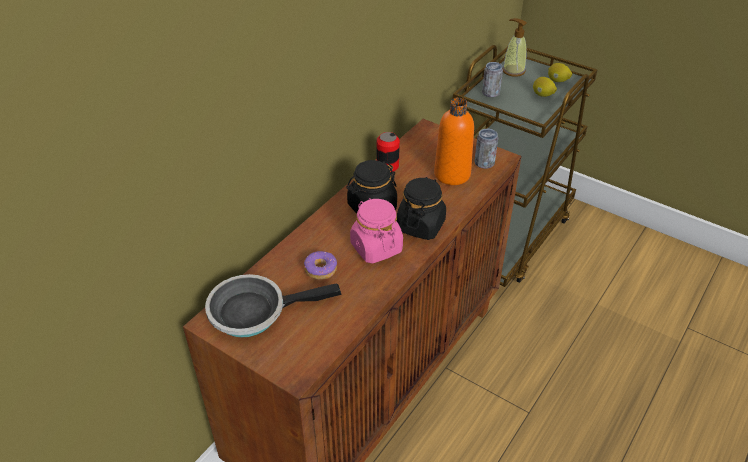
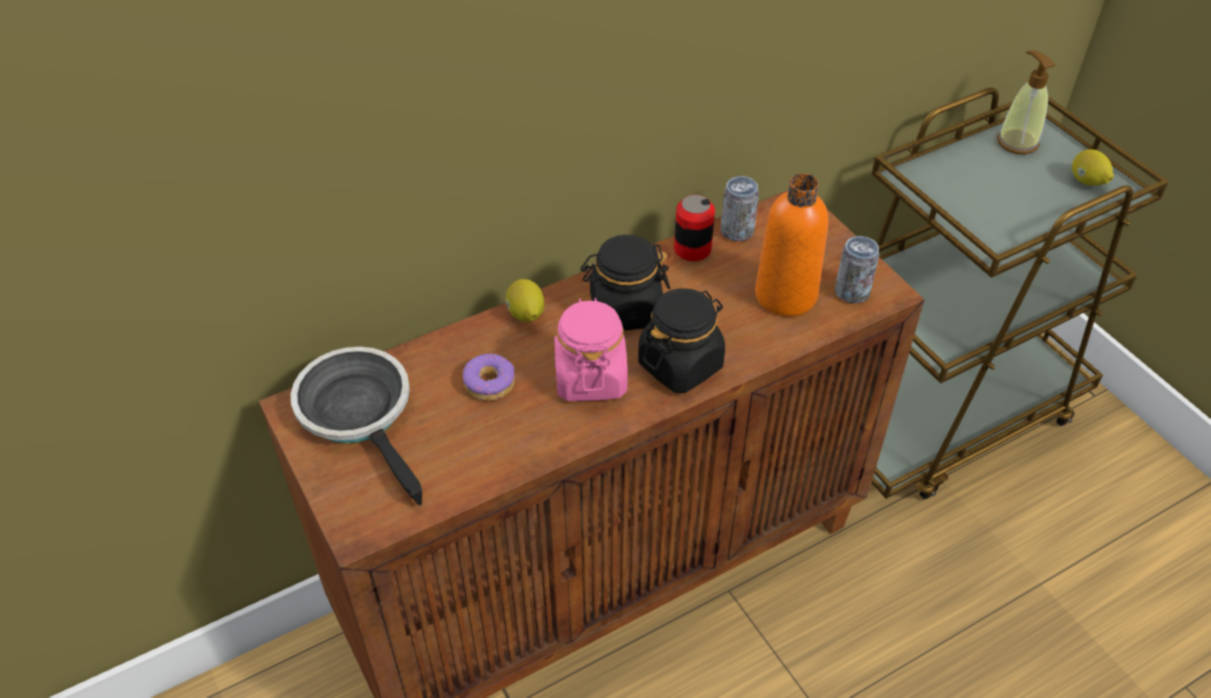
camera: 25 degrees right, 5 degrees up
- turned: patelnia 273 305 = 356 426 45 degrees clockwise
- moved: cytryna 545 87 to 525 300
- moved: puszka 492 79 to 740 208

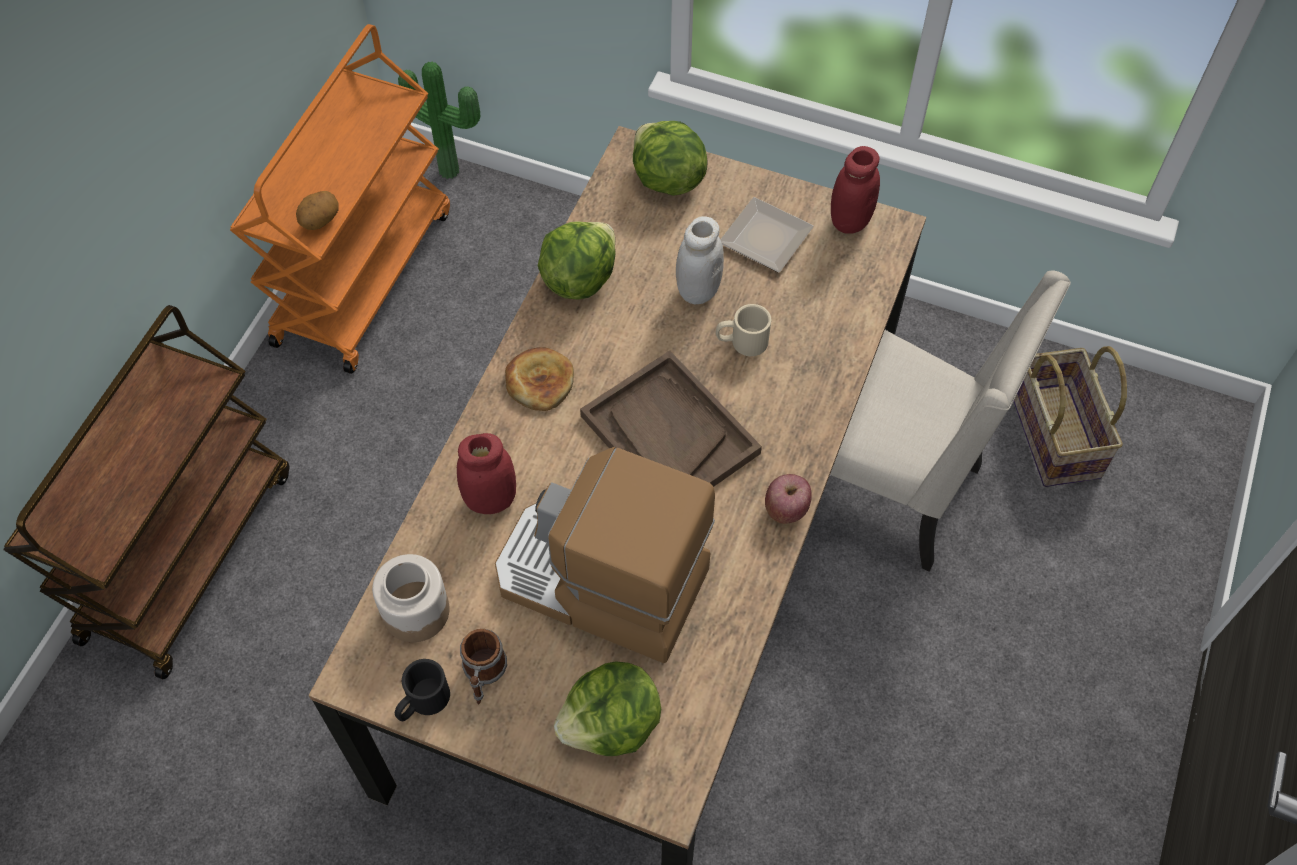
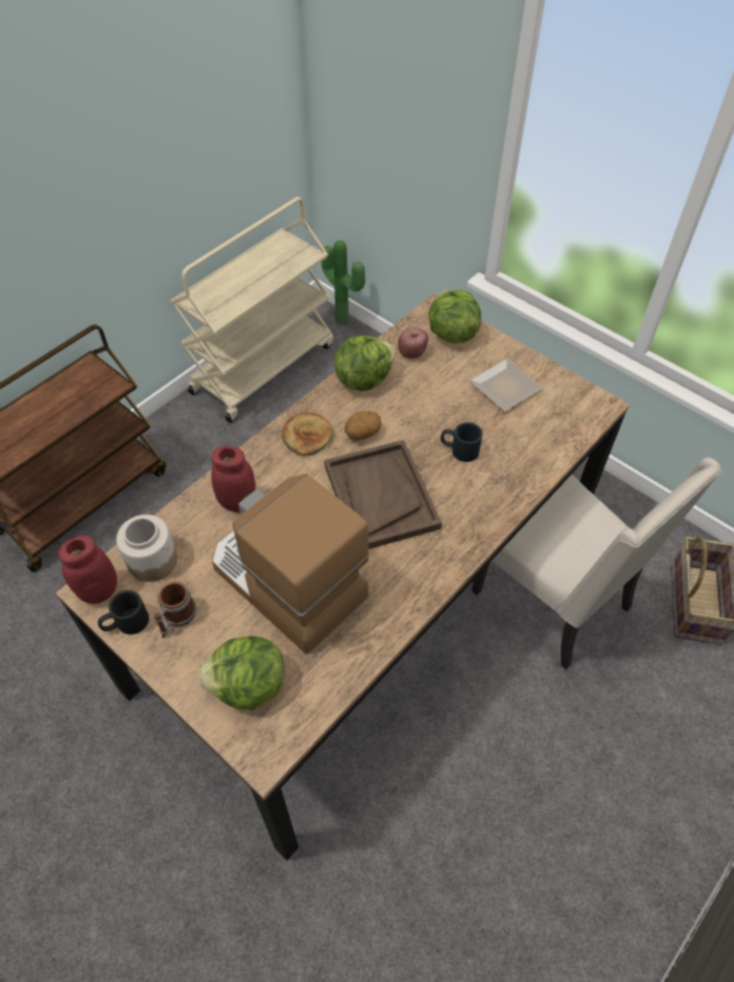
camera: 20 degrees right, 5 degrees down
- moved: słoik [czerwony] 855 190 to 87 569
- recoloured: wózek [pomarańczowy] 340 199 to wózek [beżowy] 251 310
- moved: ziemniak 317 210 to 363 426
- moved: jabłko 788 499 to 413 343
- recoloured: kubek [beżowy] 743 330 to kubek [czarny] 462 442
- removed: słoik [biały] 700 260

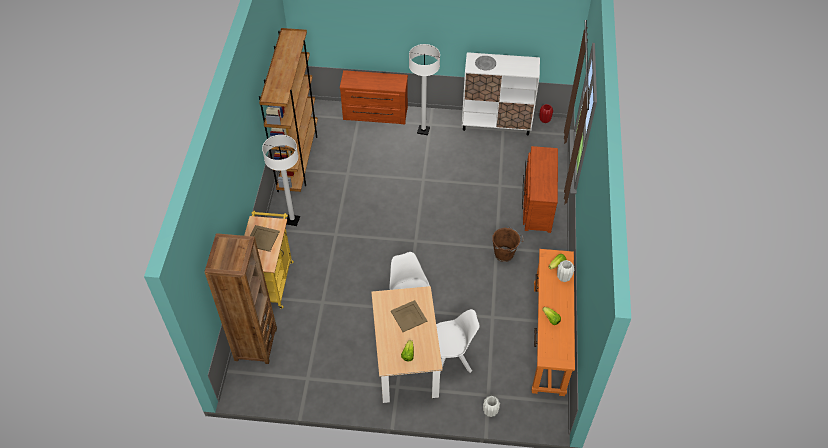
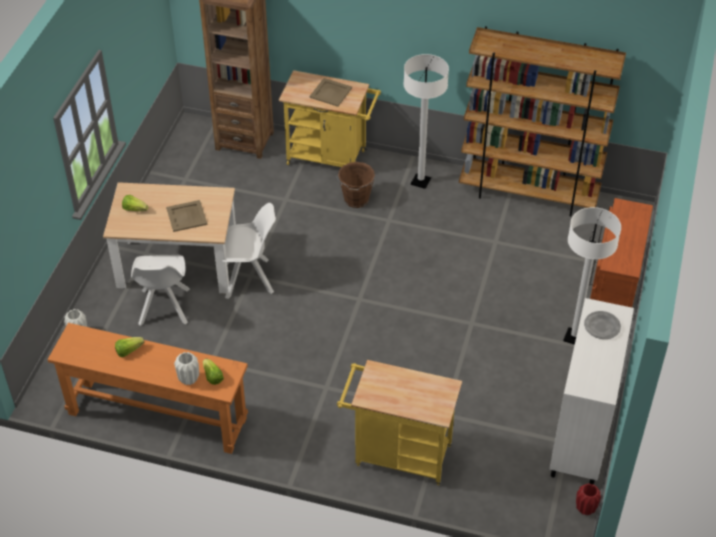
camera: 100 degrees right, 5 degrees down
- moved: wiadro [brązowy] 508 244 to 355 185
- replaced: komoda [brązowy] 540 189 to wózek [żółty] 399 422

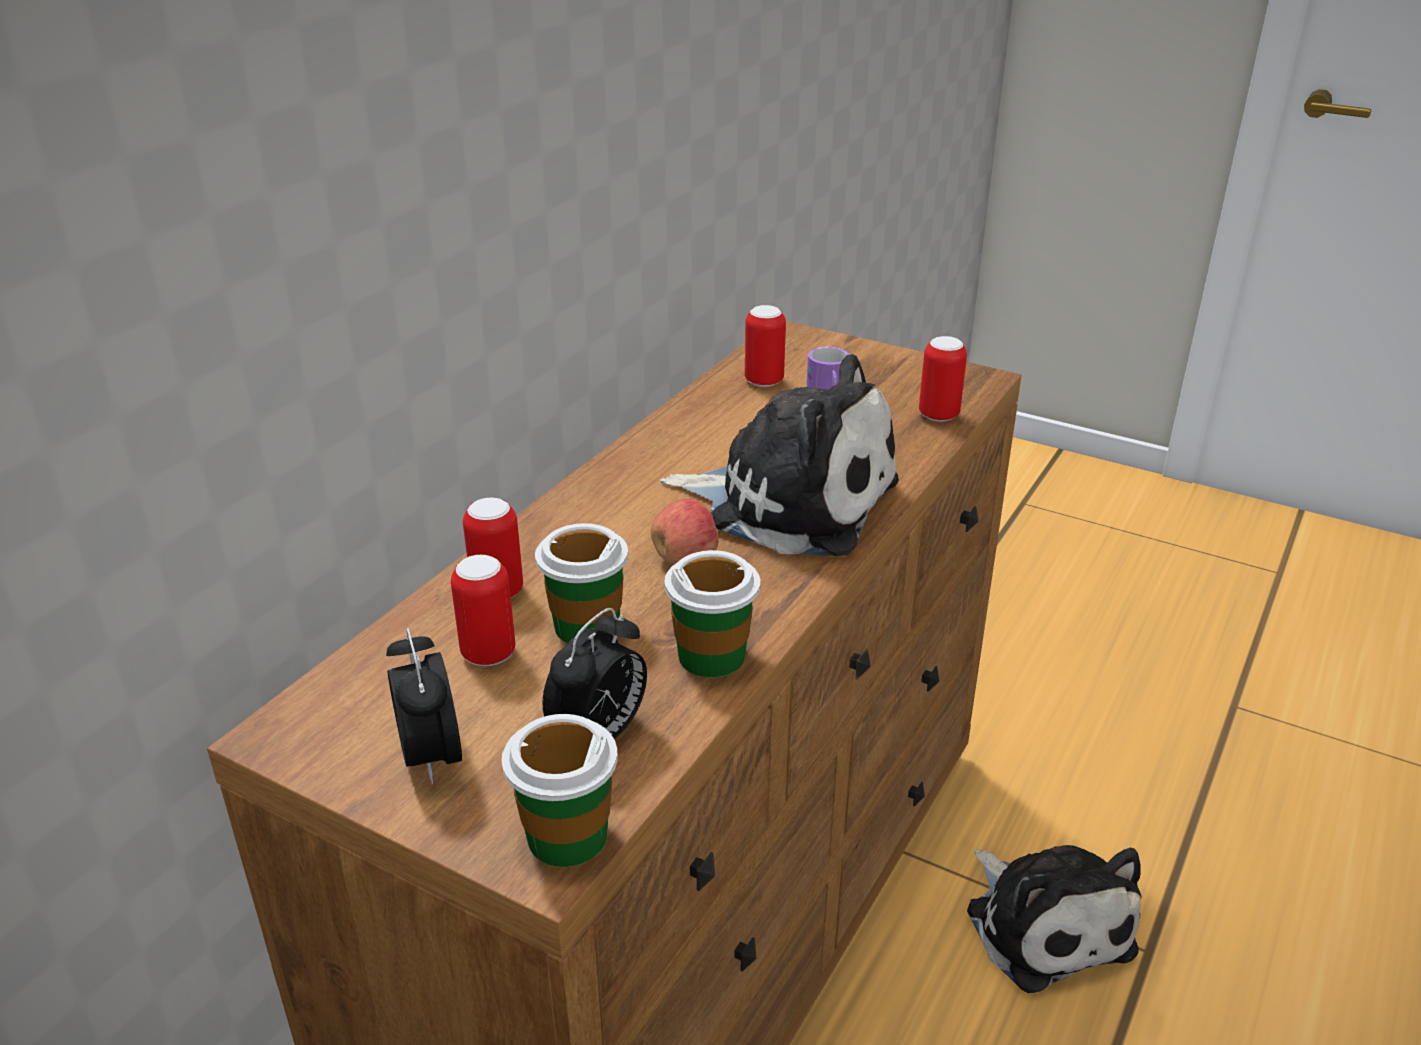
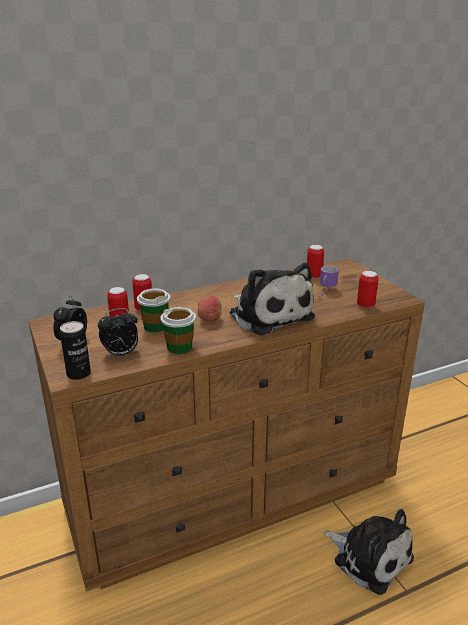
camera: 35 degrees right, 5 degrees down
- replaced: filiżanka 559 790 to puszka 75 350
- turned: pluszak 1054 919 = 368 552 60 degrees counterclockwise

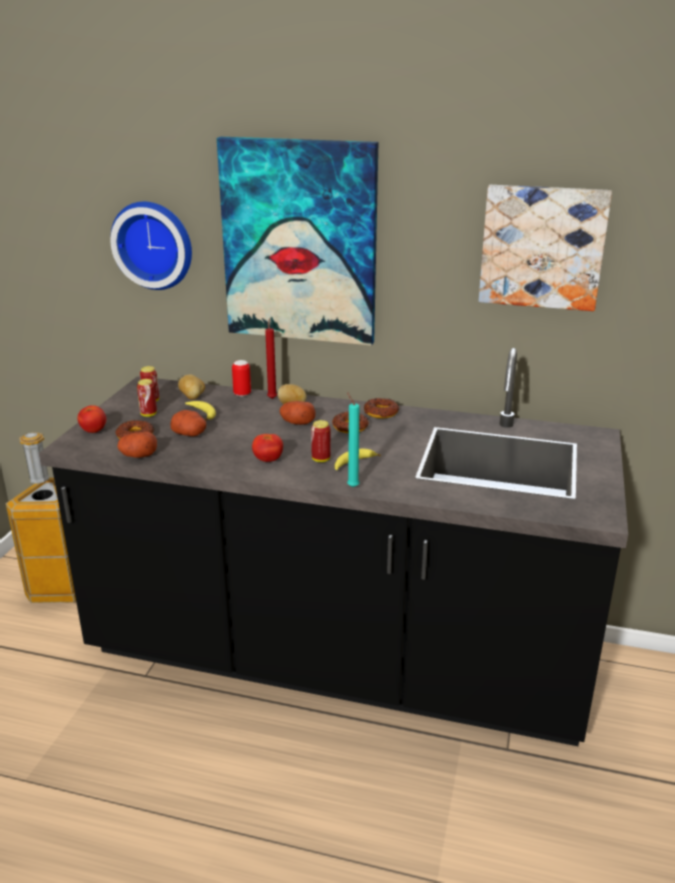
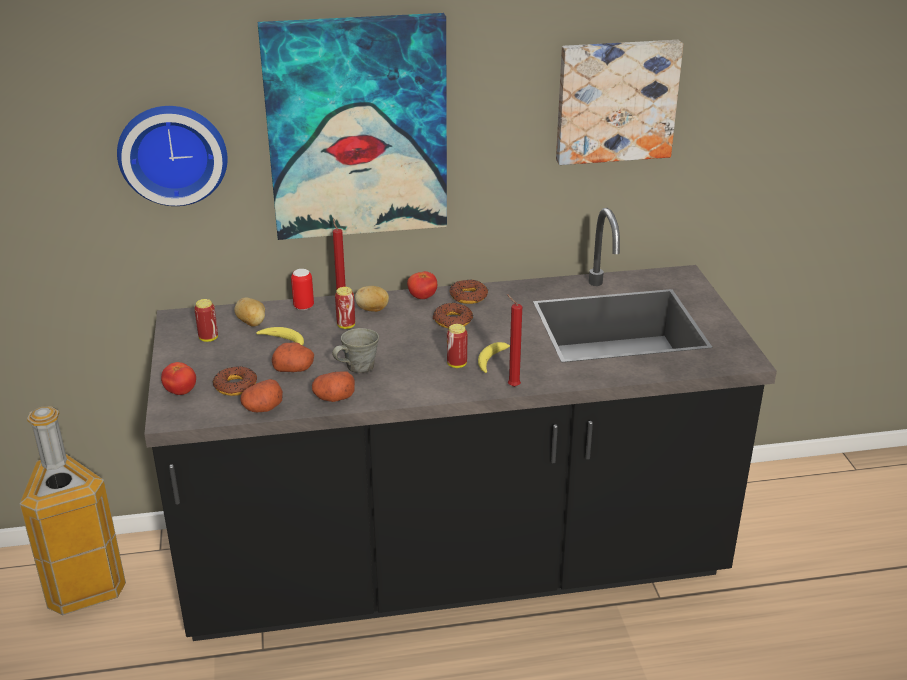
camera: 25 degrees left, 5 degrees up
- moved: ziemniak 297 413 to 333 386
- added: kubek [szary] 355 350
- moved: puszka 147 398 to 345 308
- moved: pomidor 267 448 to 422 285
- recoloured: świeca [turkusowy] 353 439 to świeca [czerwony] 514 340

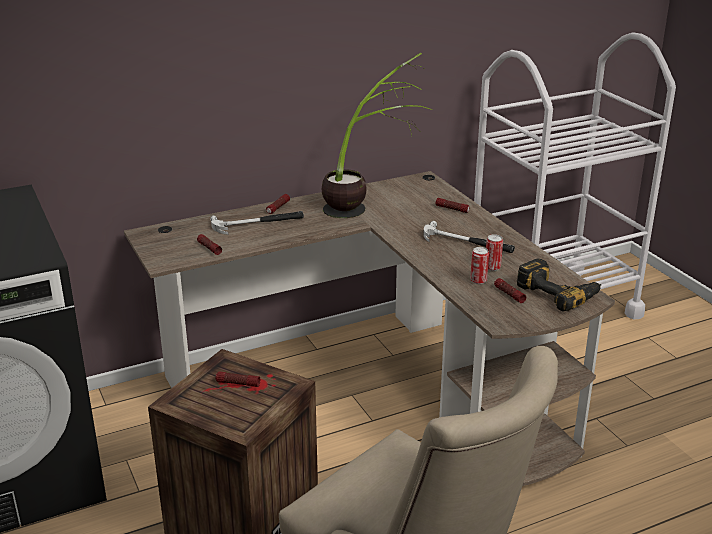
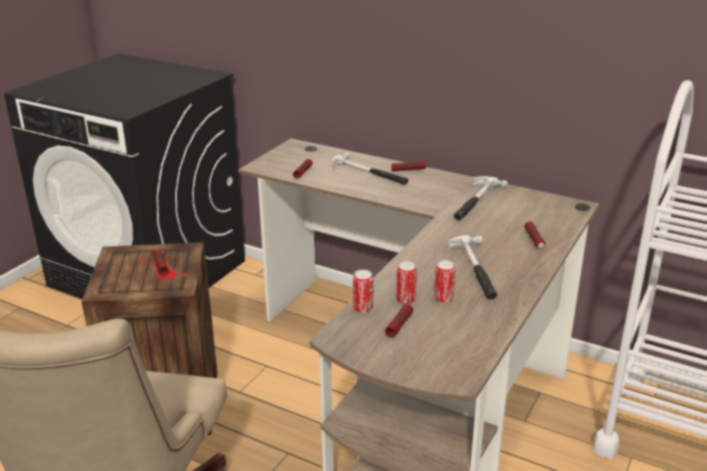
camera: 55 degrees right, 0 degrees up
- added: puszka 363 291
- replaced: roślina doniczkowa 377 135 to młotek 481 198
- removed: wiertarka 558 285

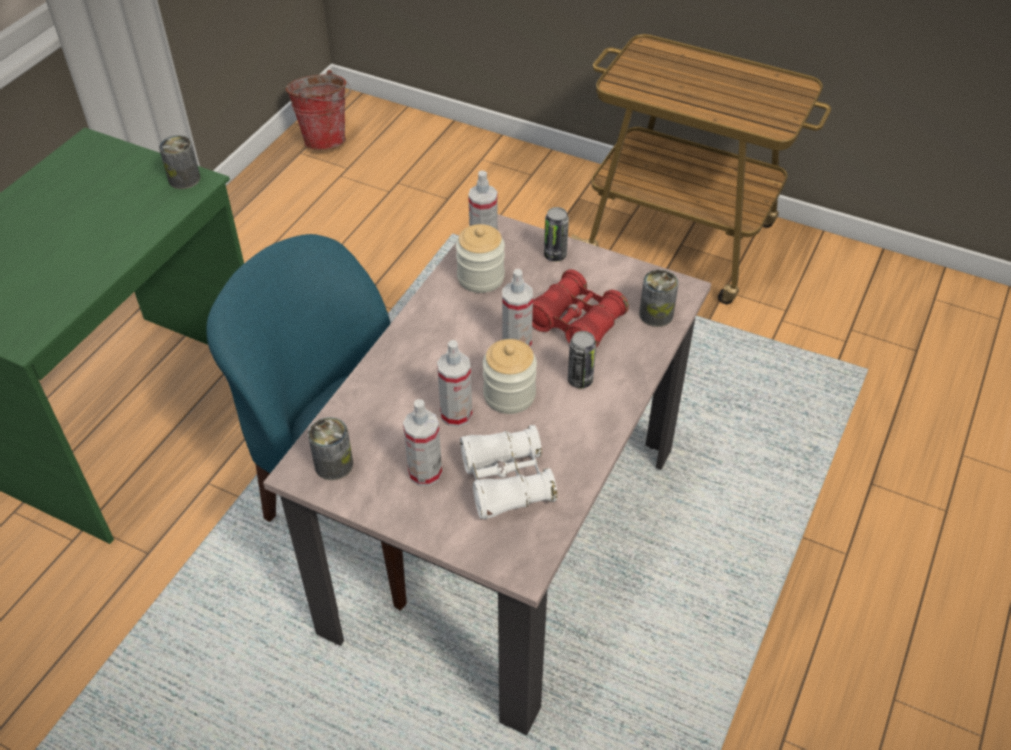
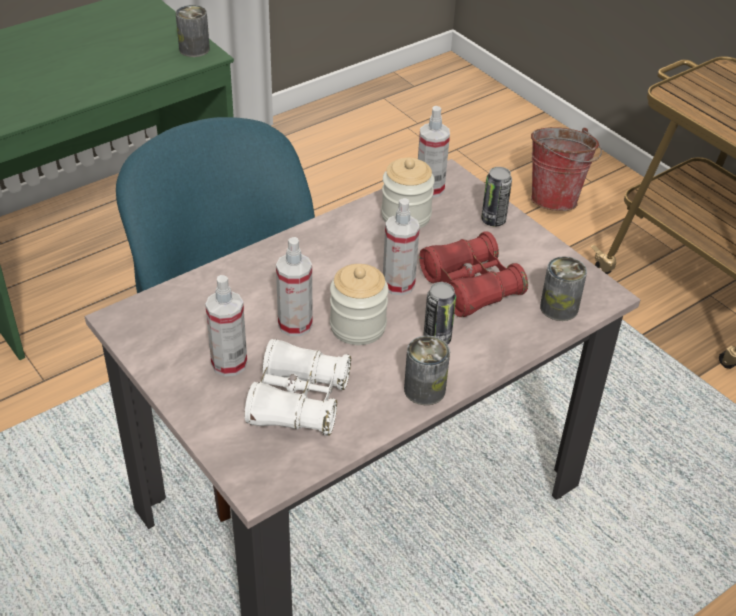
camera: 25 degrees right, 5 degrees down
- moved: puszka 330 448 to 427 370
- moved: wiadro 318 110 to 566 169

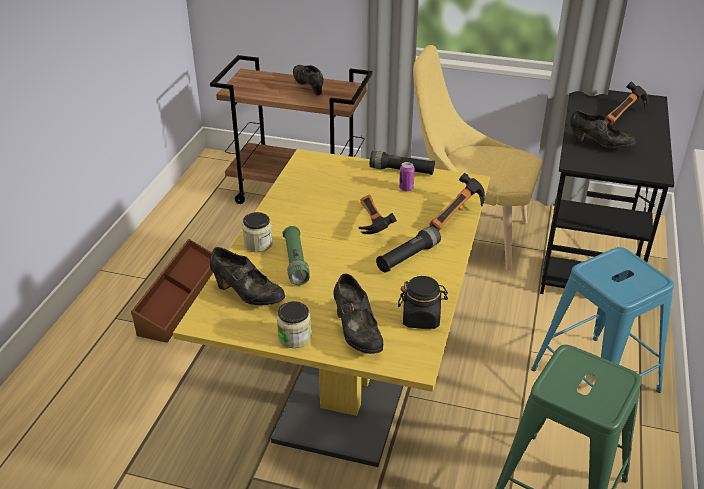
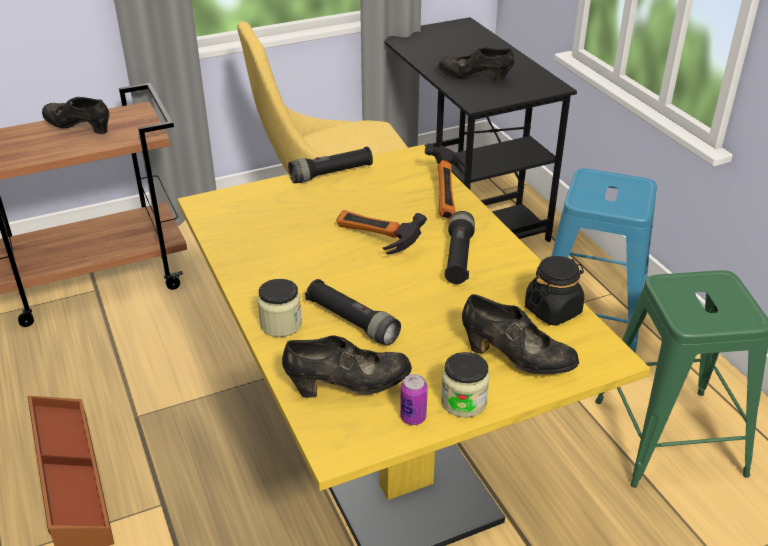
camera: 40 degrees left, 0 degrees up
- recoloured: latarka [zielony] 296 255 to latarka [czarny] 353 312
- moved: puszka 407 176 to 414 399
- turned: but [czarny] 603 128 = 476 64 150 degrees counterclockwise
- removed: młotek 627 103

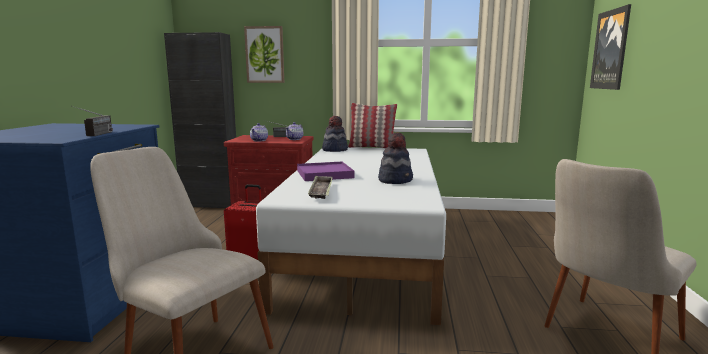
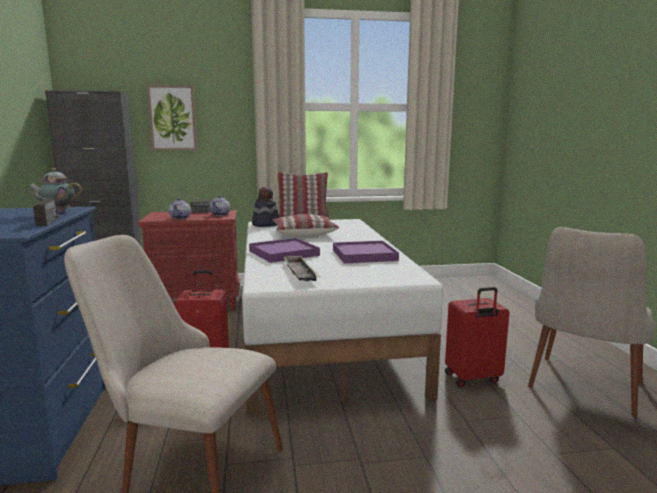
camera: 15 degrees left, 0 degrees up
- added: imbryk 55 190
- added: poduszka 306 225
- replaced: kapelusz 395 158 to taca [fioletowy] 366 252
- added: walizka [czerwony] 477 337
- removed: obraz 610 47

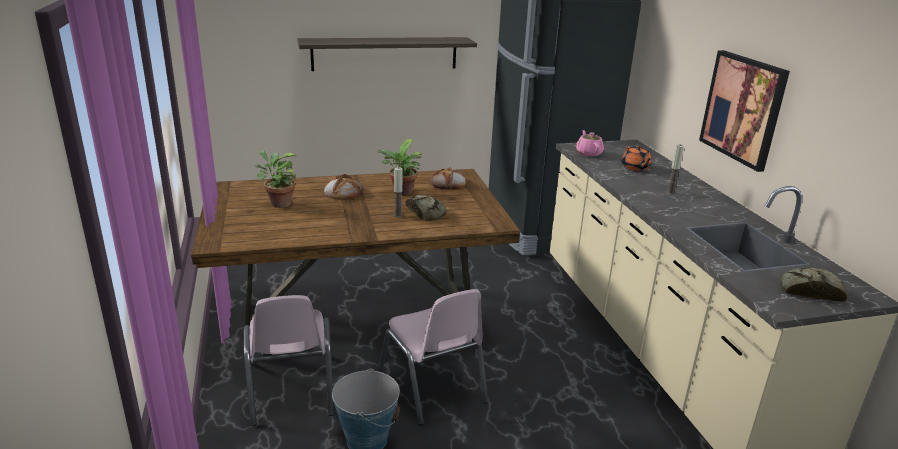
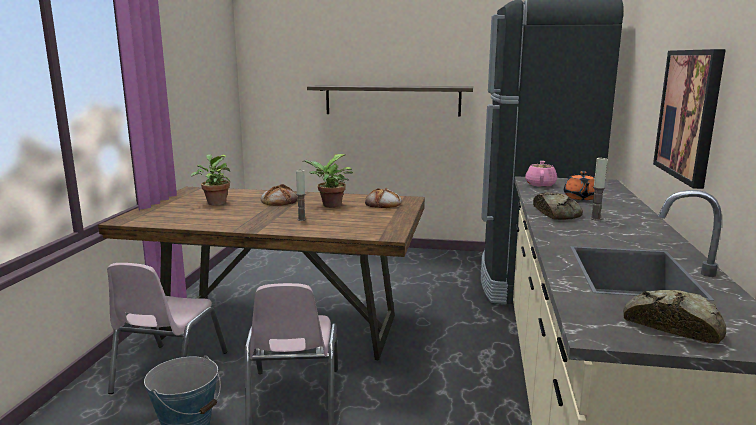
camera: 25 degrees right, 10 degrees down
- moved: chleb 426 208 to 558 206

